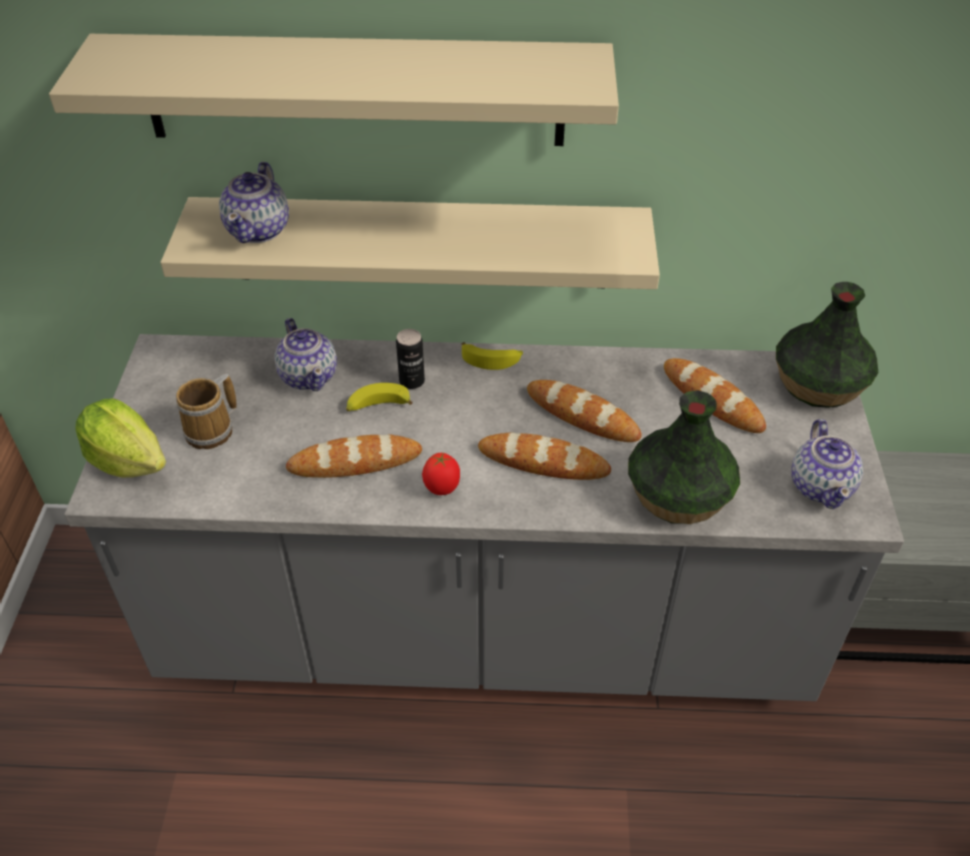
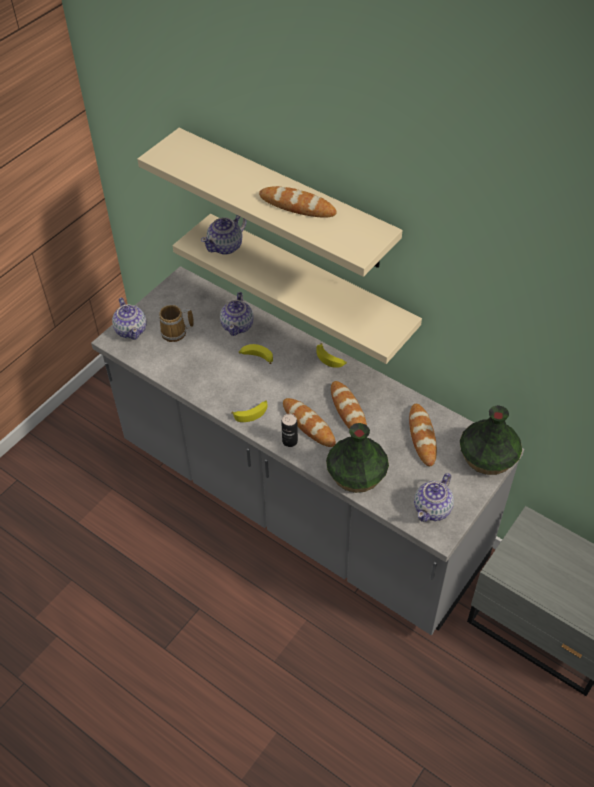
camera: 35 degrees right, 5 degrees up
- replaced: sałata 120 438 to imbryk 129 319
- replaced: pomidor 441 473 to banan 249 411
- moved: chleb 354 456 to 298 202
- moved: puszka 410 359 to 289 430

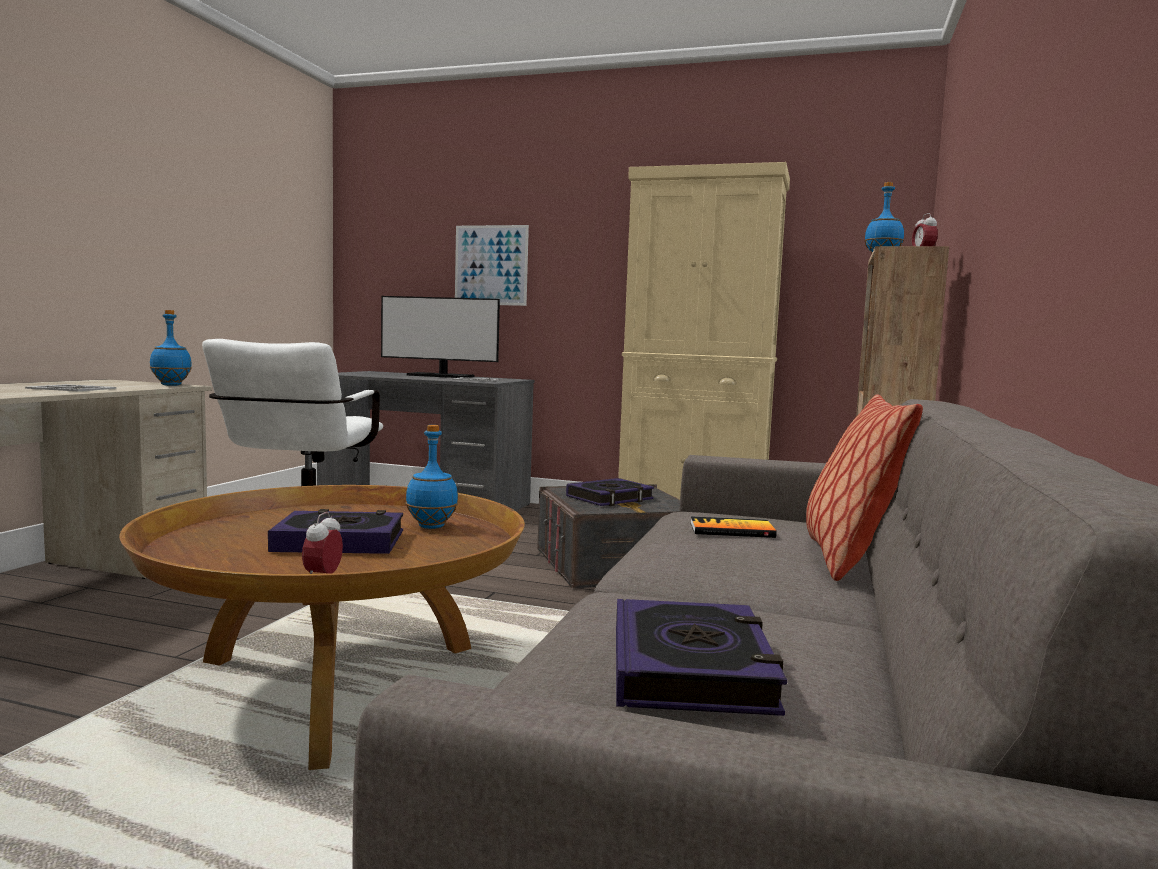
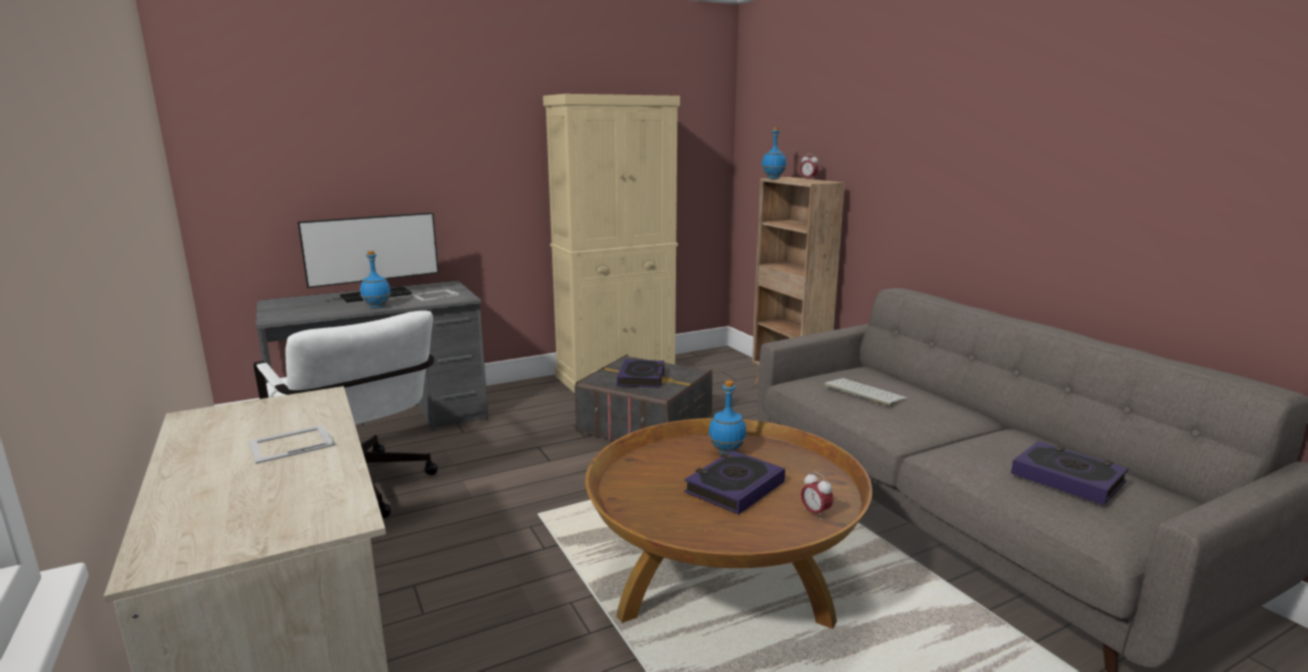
camera: 45 degrees left, 10 degrees up
- moved: butelka [niebieski] 171 348 to 375 279
- replaced: książka 733 527 to klawiatura 866 392
- removed: obraz 492 265
- removed: poduszka 864 487

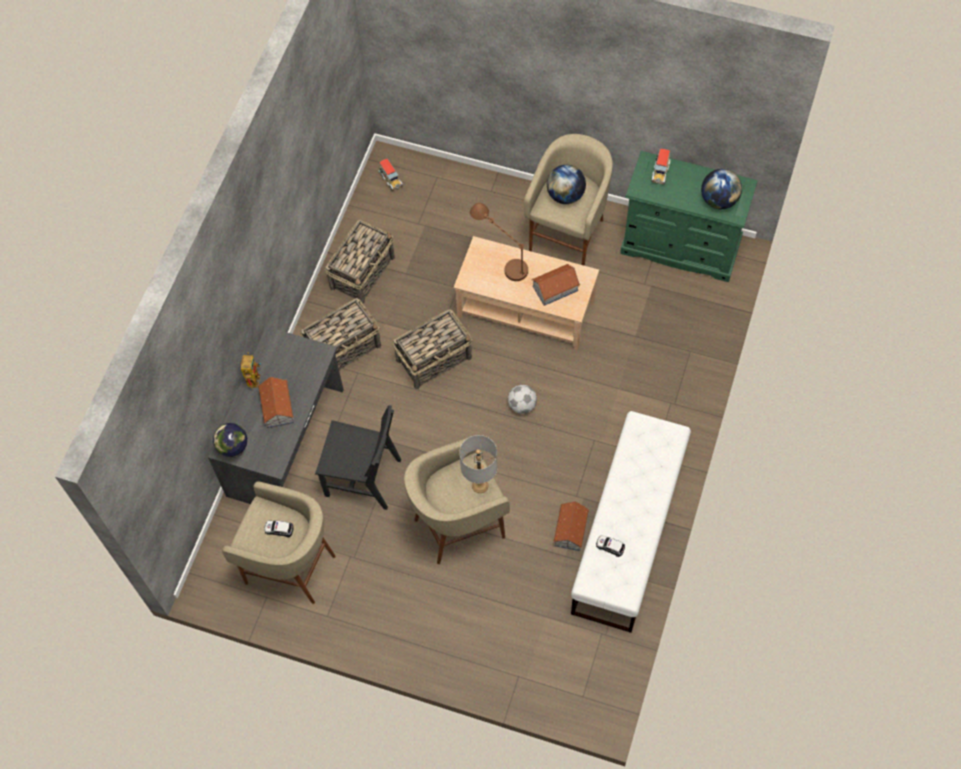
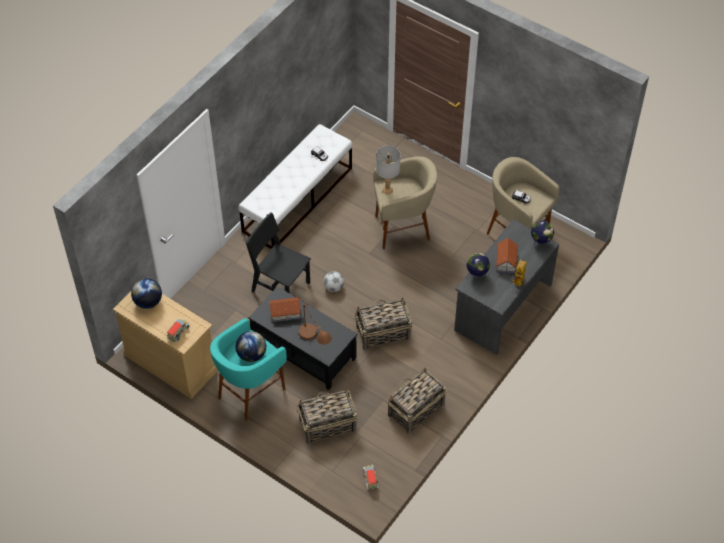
camera: 165 degrees left, 10 degrees down
- recoloured: komoda [zielony] 689 216 to komoda [beżowy] 165 345
- recoloured: stołek [beżowy] 568 200 to stołek [turkusowy] 248 369
- moved: krzesło [czarny] 358 457 to 278 252
- recoloured: ława [beżowy] 526 293 to ława [czarny] 303 338
- moved: koszyk 340 333 to 327 416
- added: globus 478 266
- removed: domek 571 526

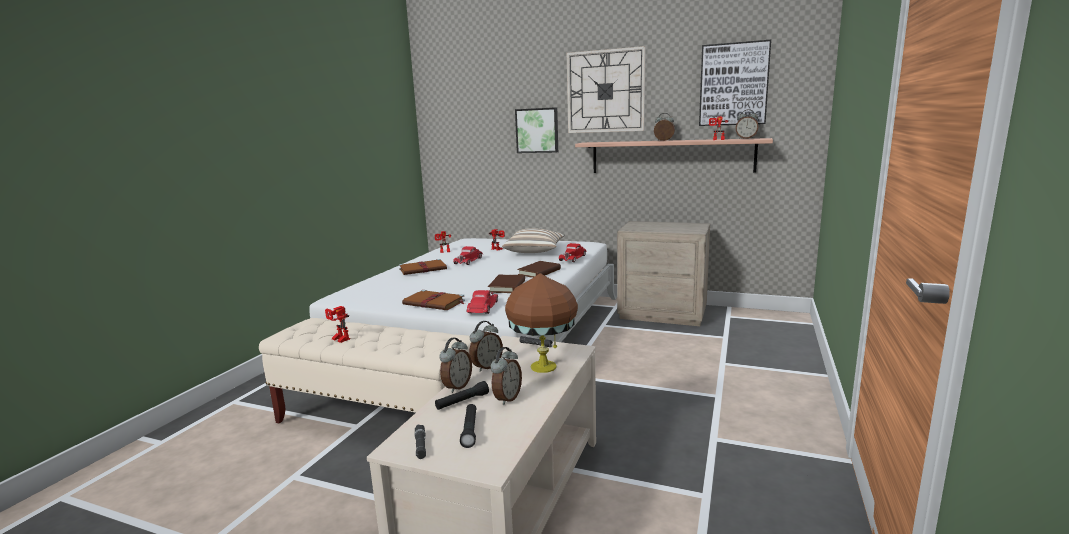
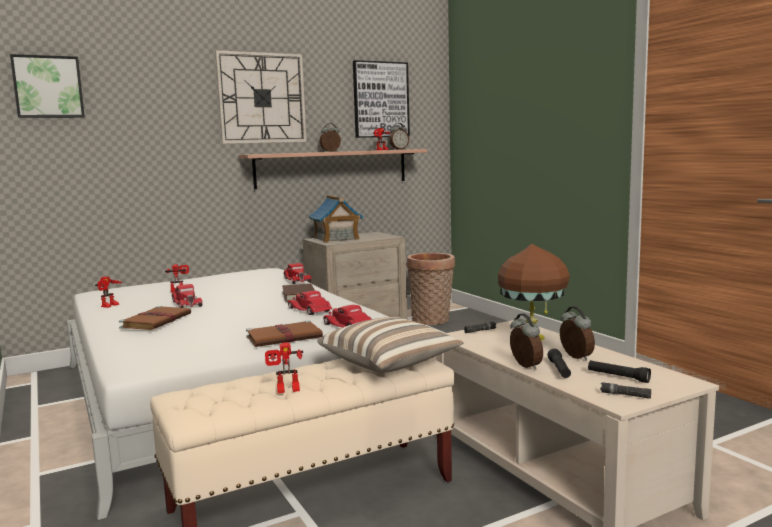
camera: 50 degrees left, 5 degrees down
- moved: obraz 536 130 to 47 86
- replaced: książka [brązowy] 506 284 to samochodzik [czerwony] 310 303
- added: domek 336 219
- moved: poduszka 533 240 to 390 345
- added: koszyk 431 289
- removed: budzik 486 346

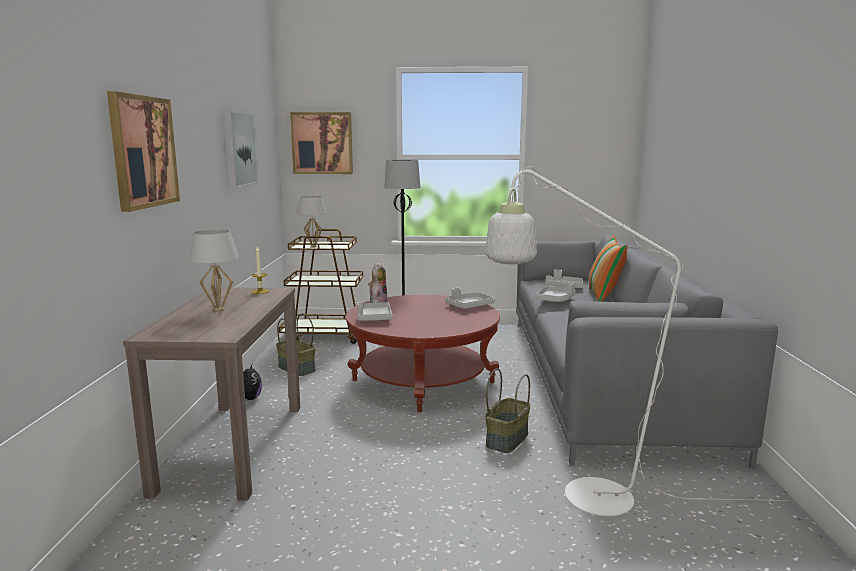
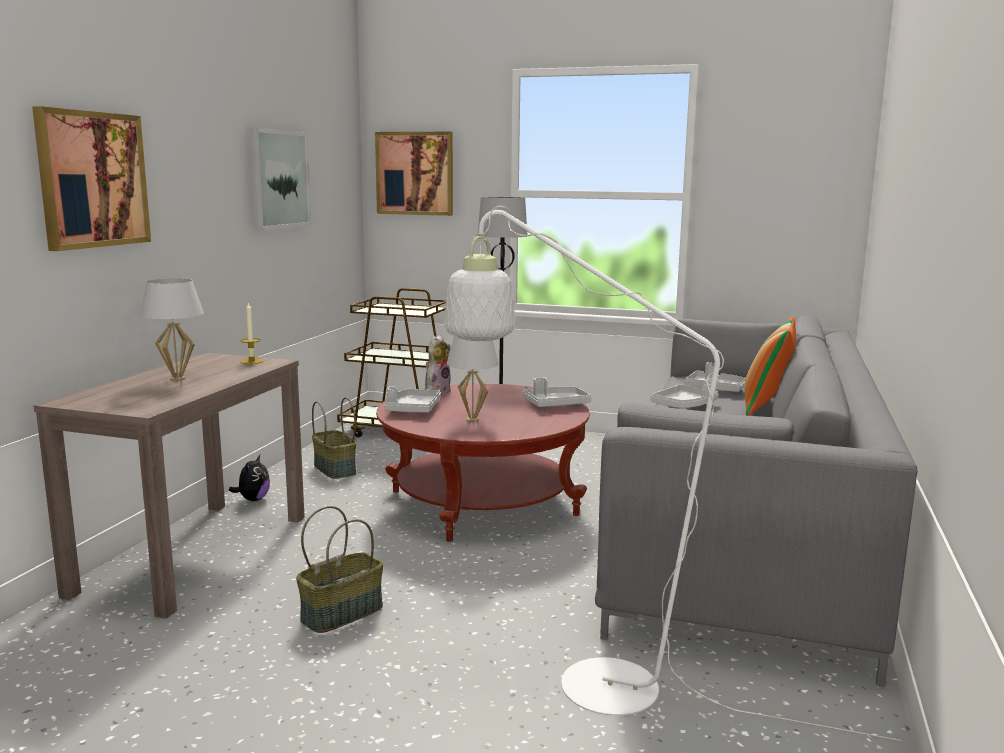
camera: 15 degrees right, 0 degrees up
- moved: koszyk 507 410 to 340 569
- moved: lampa stołowa [biały] 312 222 to 473 379

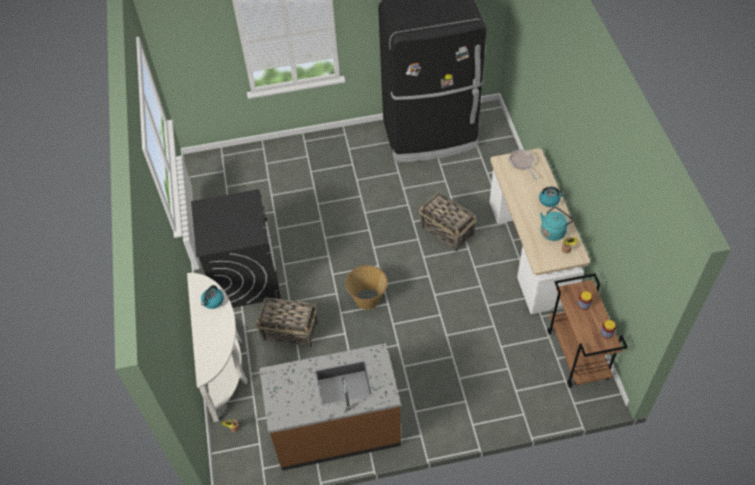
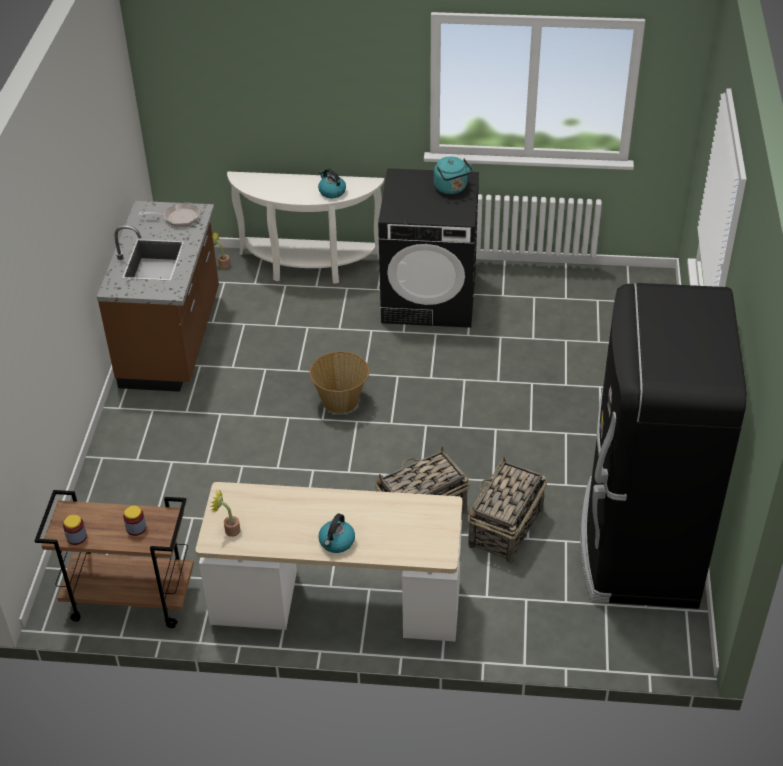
camera: 105 degrees right, 10 degrees down
- moved: patelnia 523 164 to 169 215
- moved: czajnik [turkusowy] 557 223 to 453 175
- moved: koszyk 287 322 to 507 510

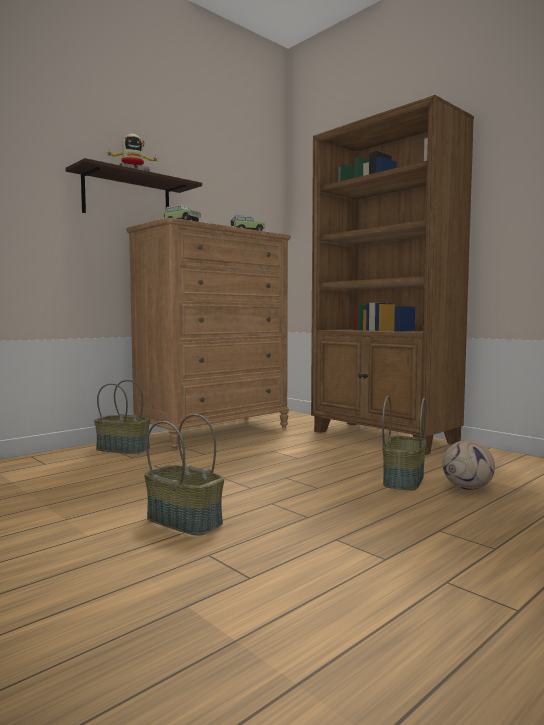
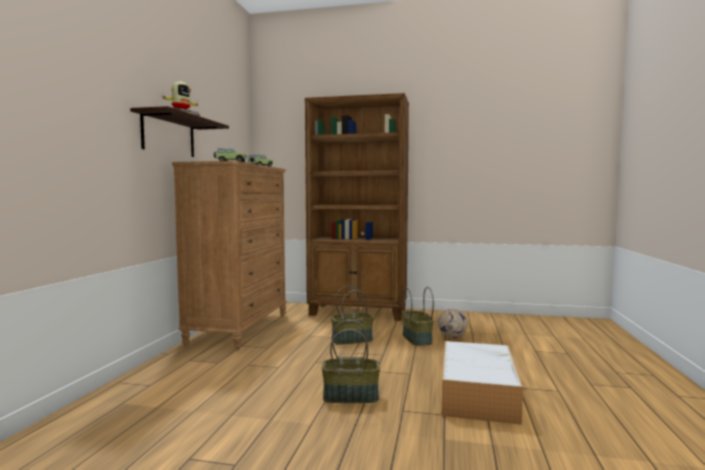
camera: 35 degrees left, 0 degrees up
- moved: koszyk 122 417 to 352 315
- added: pojemnik do przechowywania 482 383

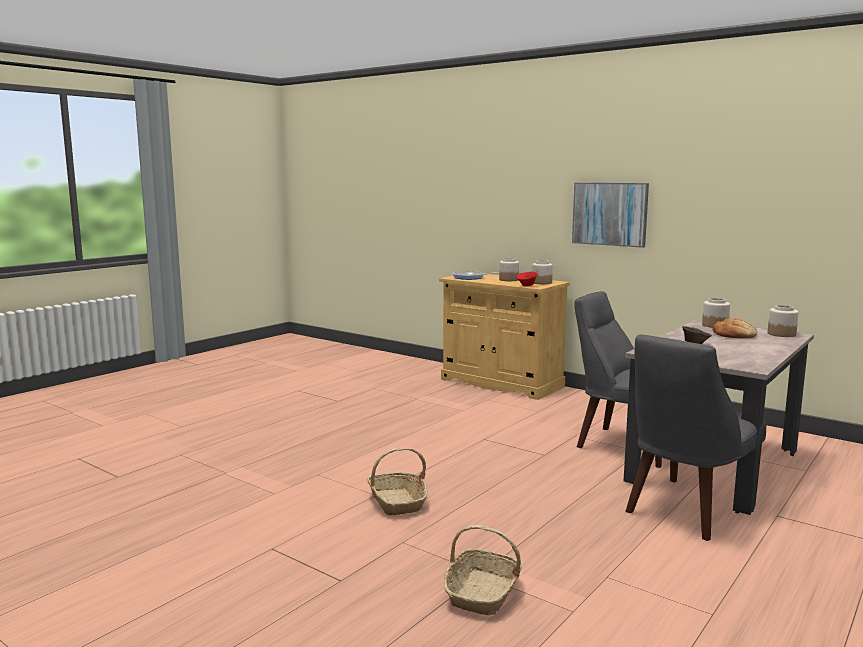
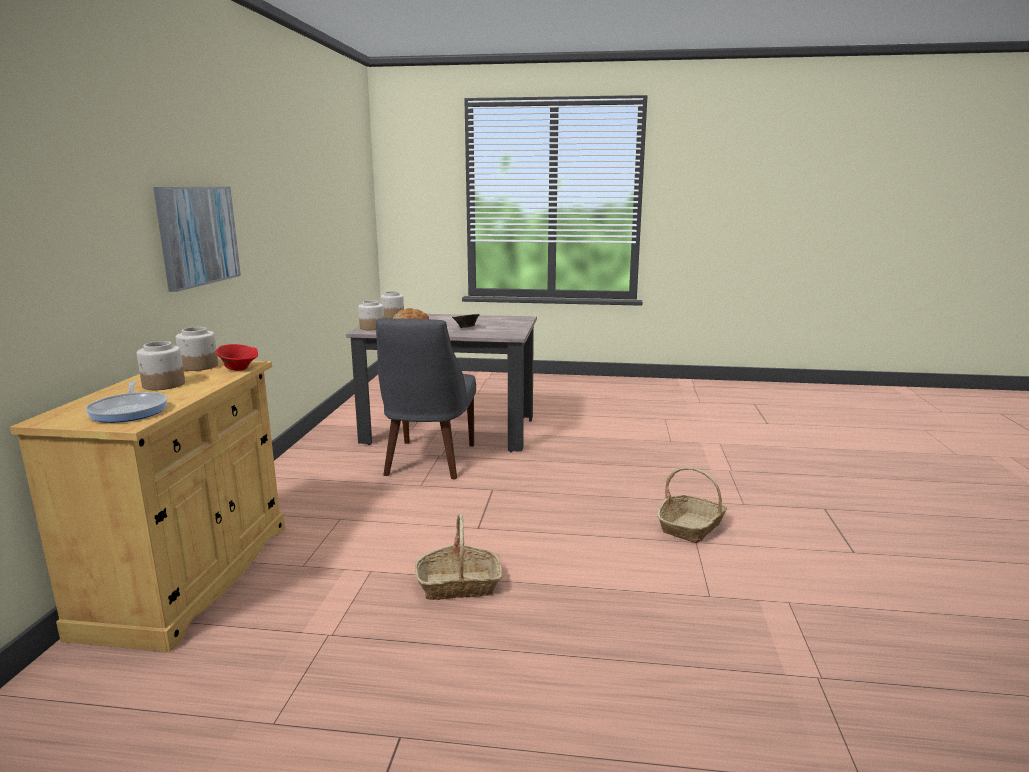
camera: 120 degrees left, 5 degrees up
- moved: koszyk 483 570 to 459 557
- removed: krzesło [szary] 695 437

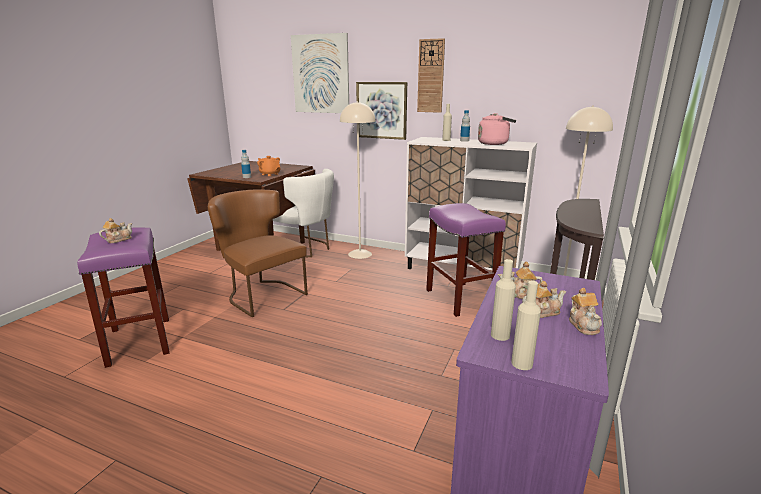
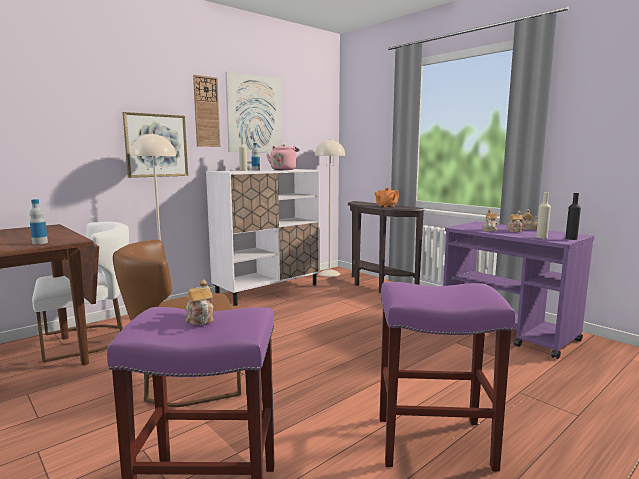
camera: 65 degrees left, 10 degrees down
- moved: obraz 320 73 to 253 111
- moved: imbryk [pomarańczowy] 269 166 to 387 197
- moved: stołek [fioletowy] 466 260 to 447 377
- recoloured: butelka [beżowy] 526 325 to butelka [czarny] 573 216

